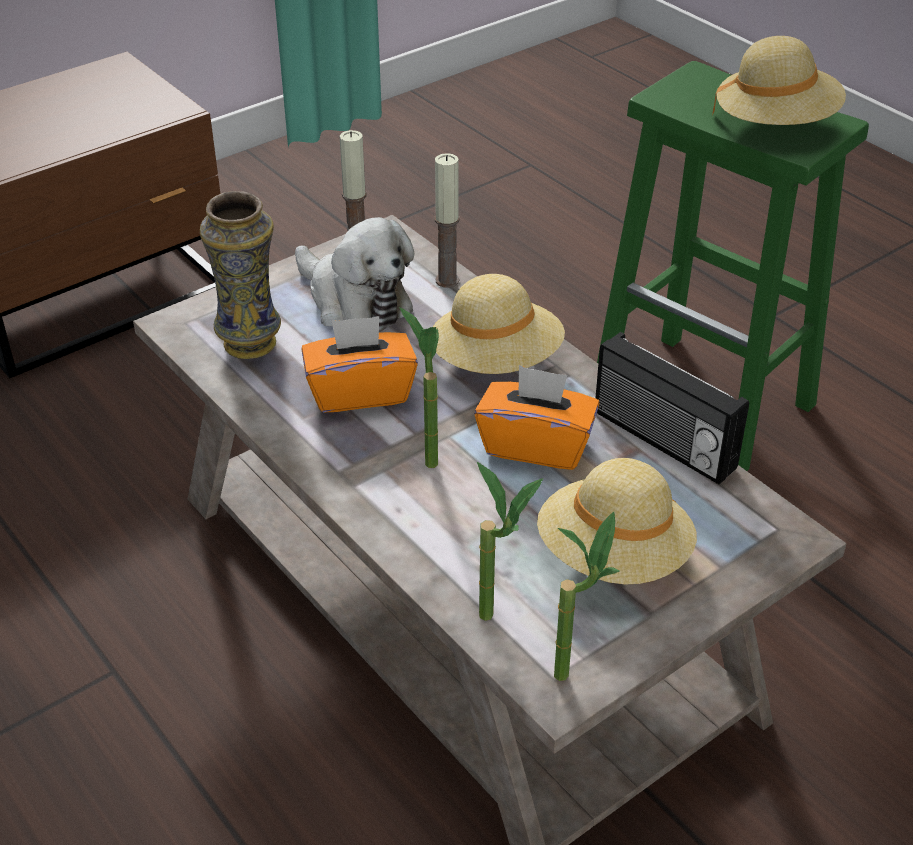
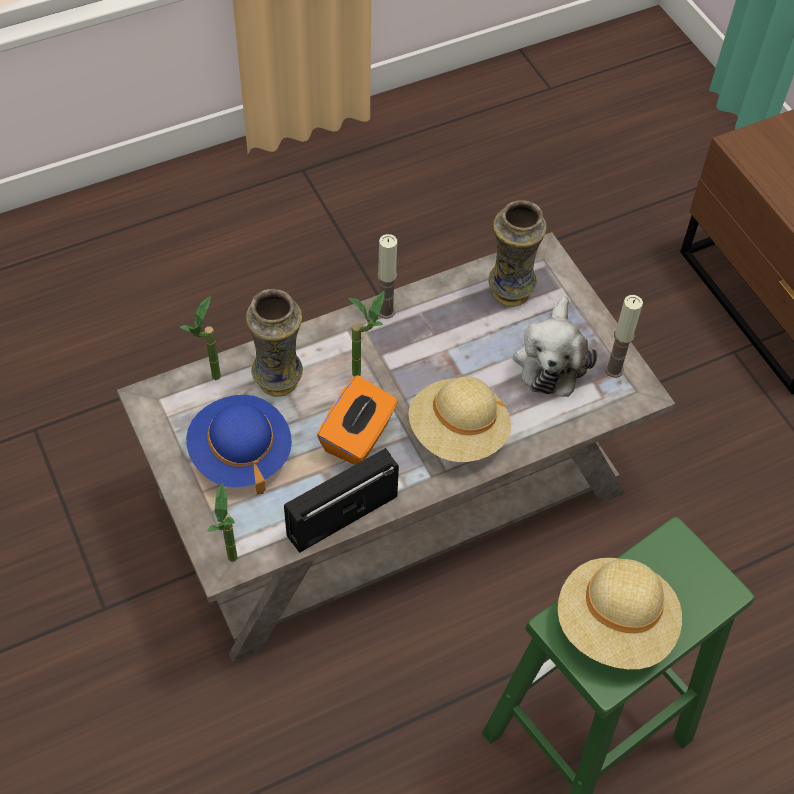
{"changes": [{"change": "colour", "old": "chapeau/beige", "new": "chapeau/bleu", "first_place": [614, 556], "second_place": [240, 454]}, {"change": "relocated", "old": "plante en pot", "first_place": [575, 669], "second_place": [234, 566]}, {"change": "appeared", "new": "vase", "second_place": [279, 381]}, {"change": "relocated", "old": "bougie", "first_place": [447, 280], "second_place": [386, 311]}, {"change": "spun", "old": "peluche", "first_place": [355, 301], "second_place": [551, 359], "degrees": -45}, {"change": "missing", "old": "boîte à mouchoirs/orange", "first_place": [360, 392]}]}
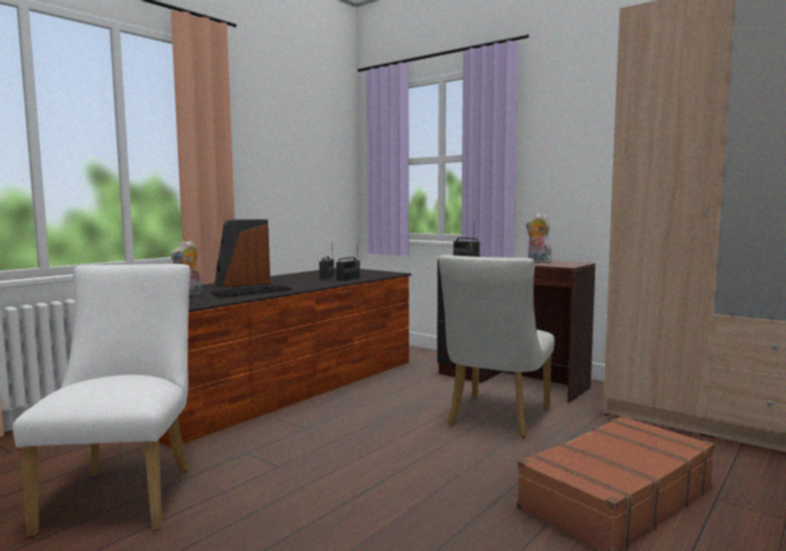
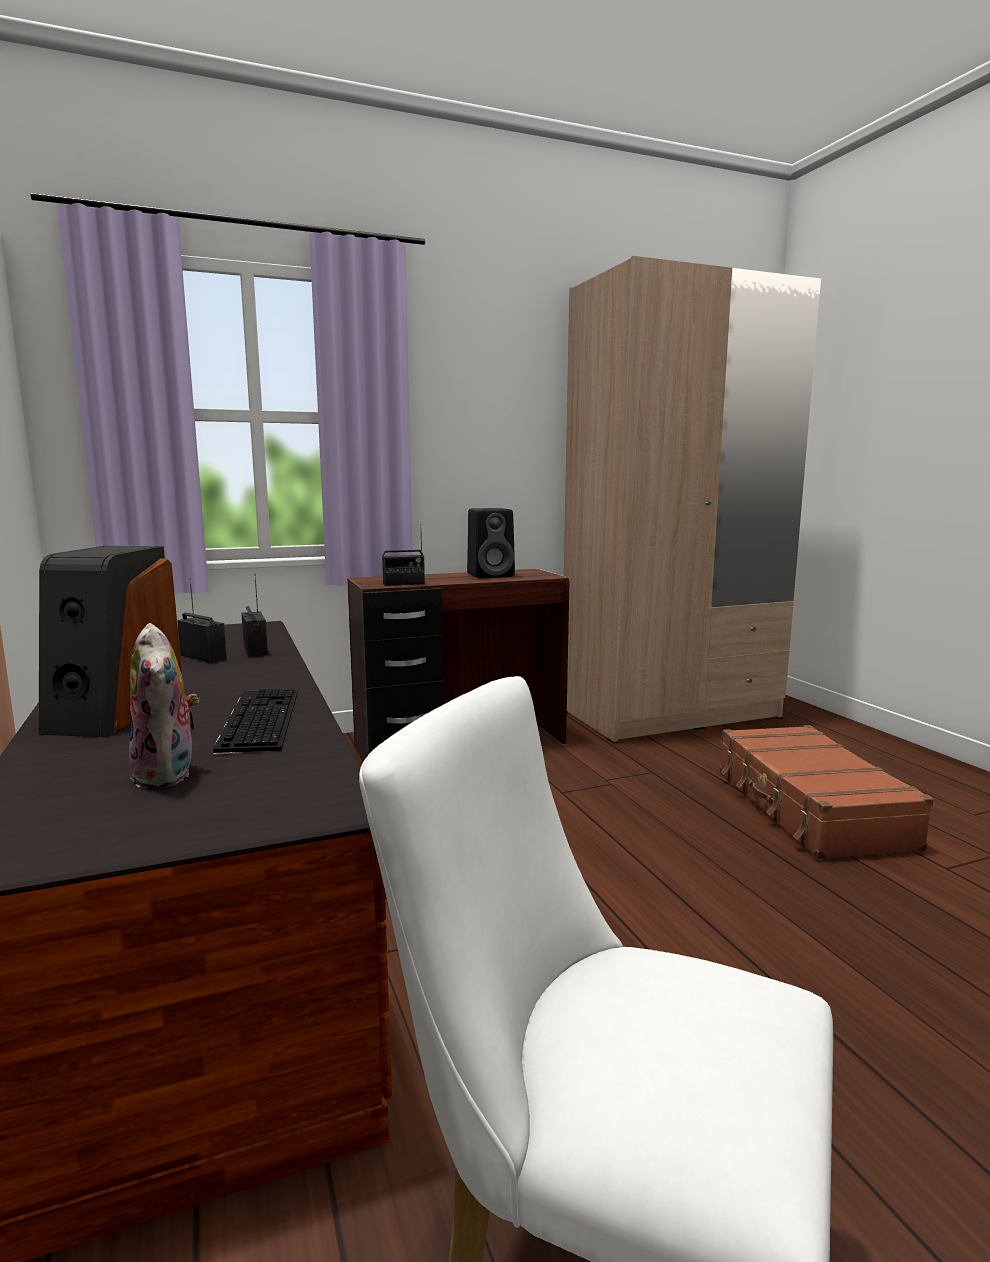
{"changes": [{"change": "exchanged", "old": "peluche", "new": "enceinte/noir", "first_place": [537, 261], "second_place": [492, 575]}, {"change": "missing", "old": "chaise/blanc", "first_place": [496, 419]}]}
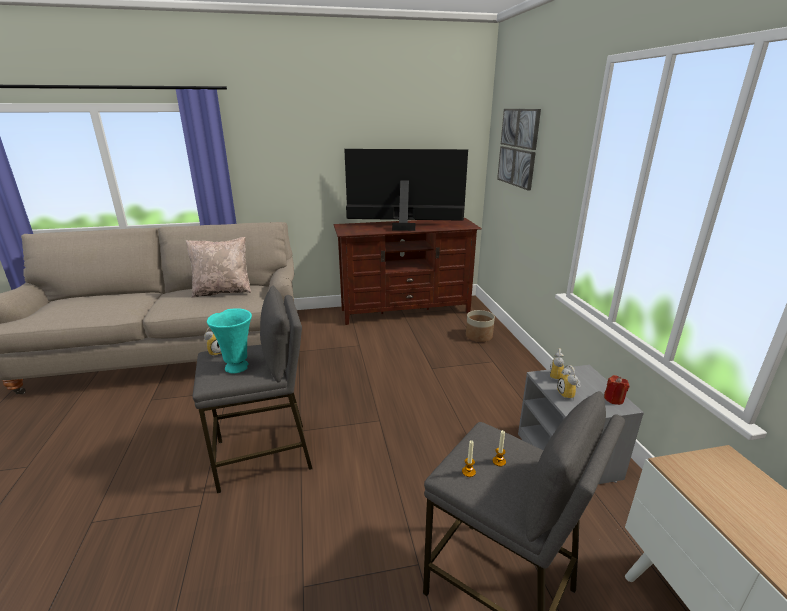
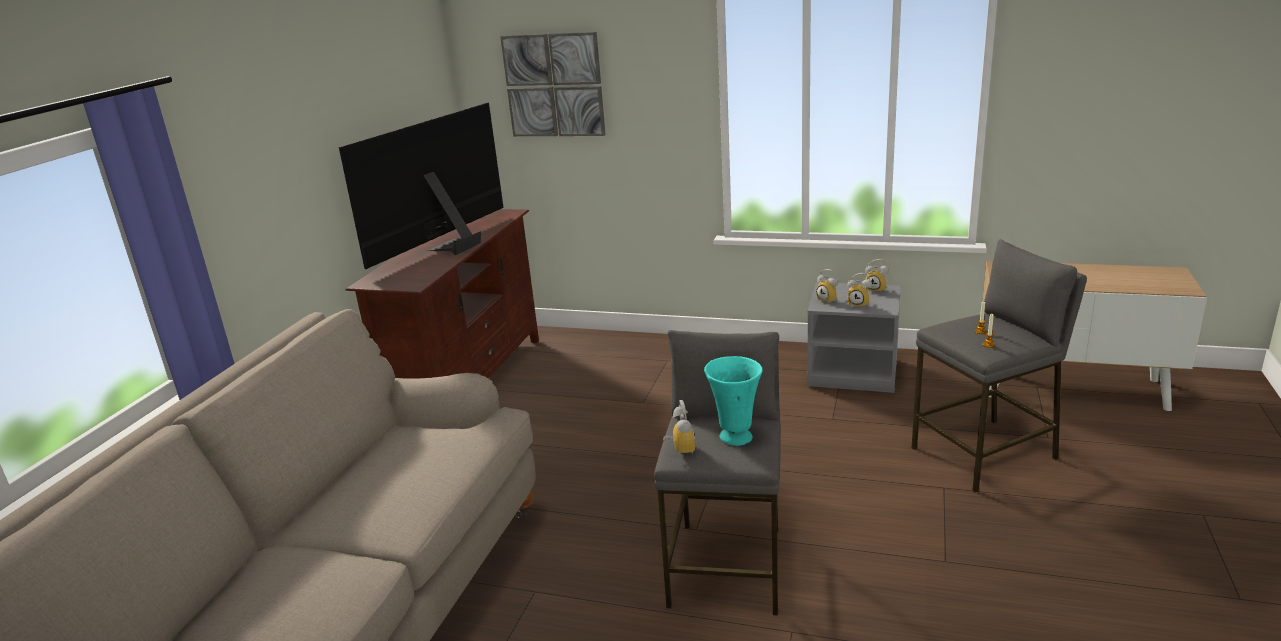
{"changes": [{"change": "exchanged", "old": "bougie/rouge", "new": "réveil", "first_place": [614, 399], "second_place": [876, 289]}, {"change": "missing", "old": "coussin/beige", "first_place": [223, 291]}, {"change": "missing", "old": "cache-pot", "first_place": [479, 336]}]}
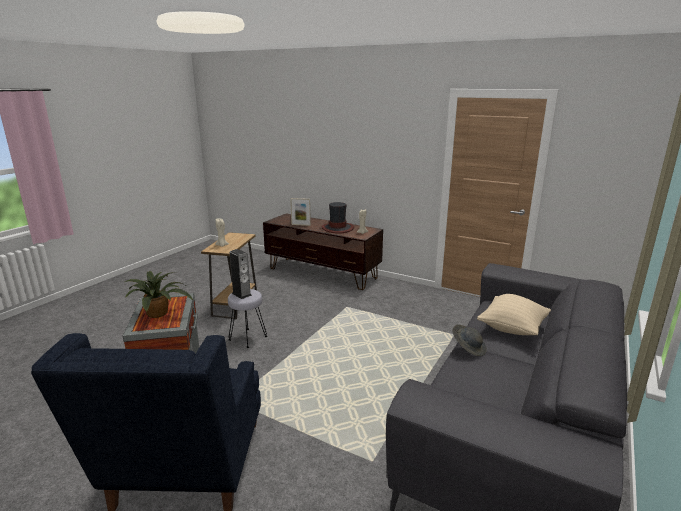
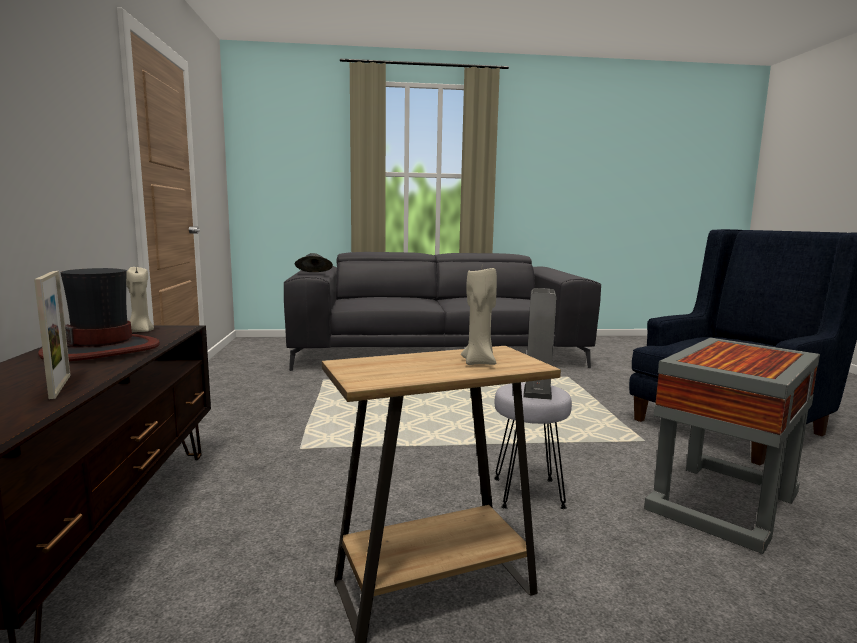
{"changes": [{"change": "relocated", "old": "chapeau/gris", "first_place": [468, 348], "second_place": [313, 273]}, {"change": "missing", "old": "plante en pot", "first_place": [159, 313]}, {"change": "missing", "old": "coussin/beige", "first_place": [512, 328]}]}
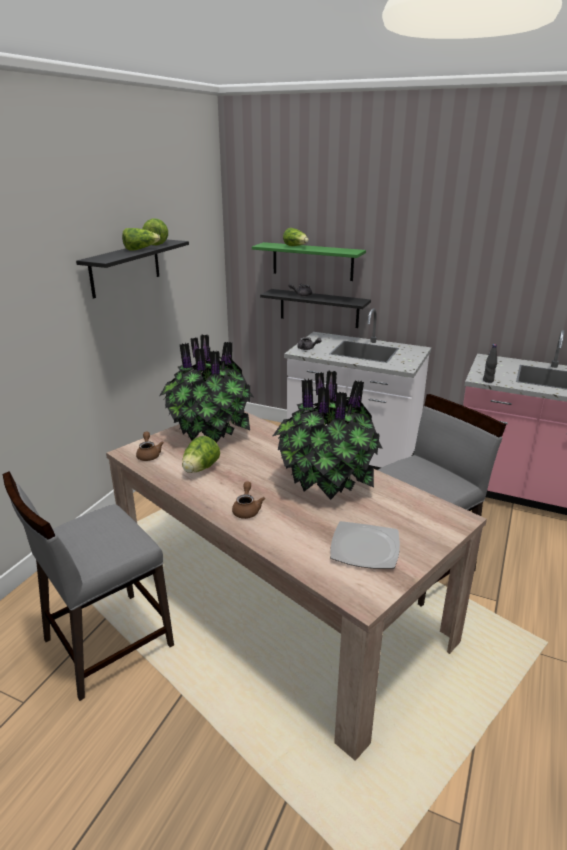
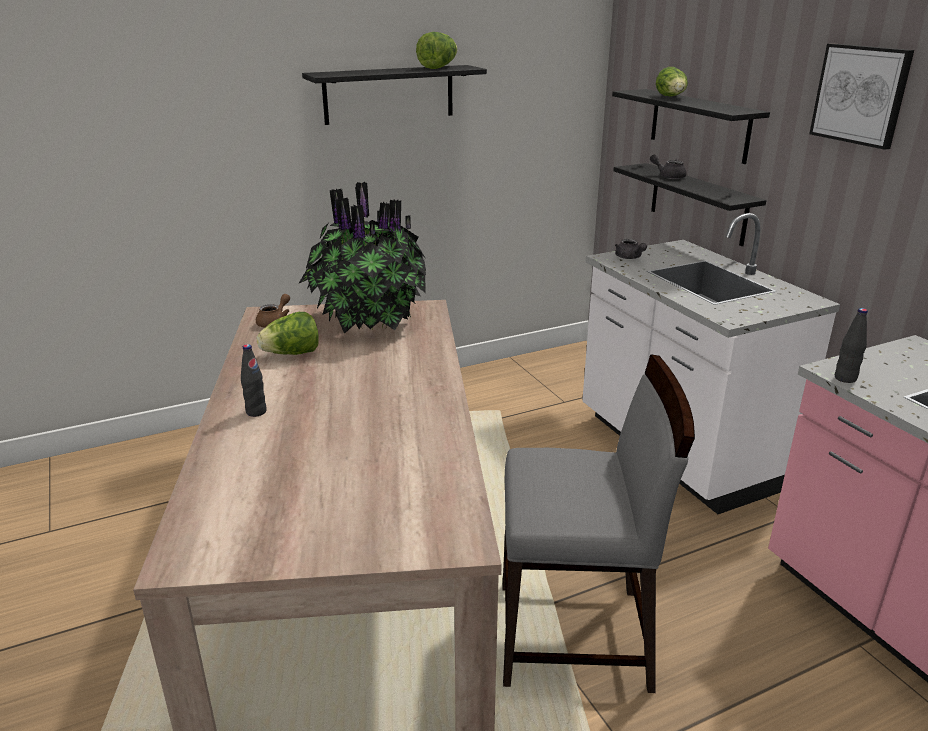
{"changes": [{"change": "exchanged", "old": "théière/marron", "new": "bouteille/noir", "first_place": [247, 509], "second_place": [256, 412]}, {"change": "colour", "old": "étagère/vert", "new": "étagère/noir", "first_place": [312, 261], "second_place": [699, 125]}, {"change": "appeared", "new": "tableau", "second_place": [860, 95]}, {"change": "missing", "old": "chaise/gris", "first_place": [106, 643]}, {"change": "missing", "old": "laitue", "first_place": [140, 249]}, {"change": "missing", "old": "plante en pot", "first_place": [325, 482]}, {"change": "missing", "old": "assiette", "first_place": [365, 547]}]}
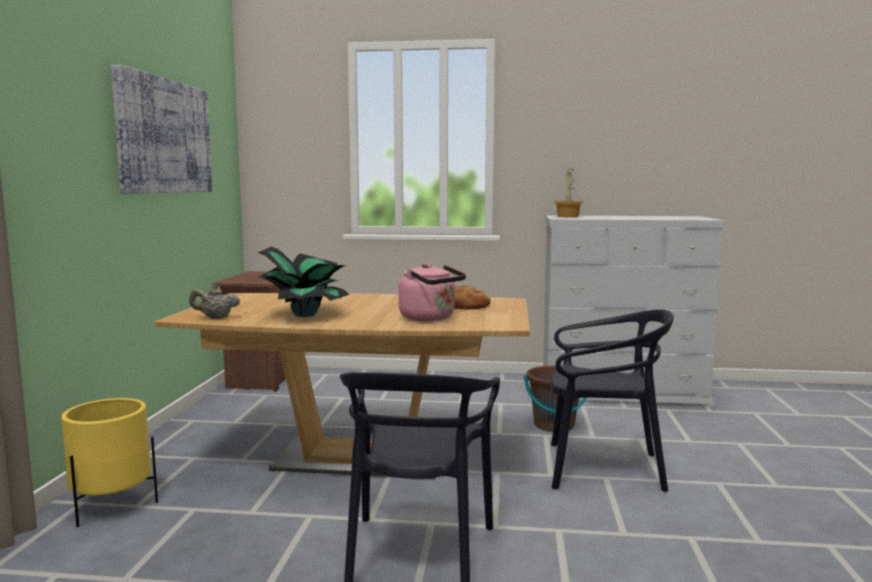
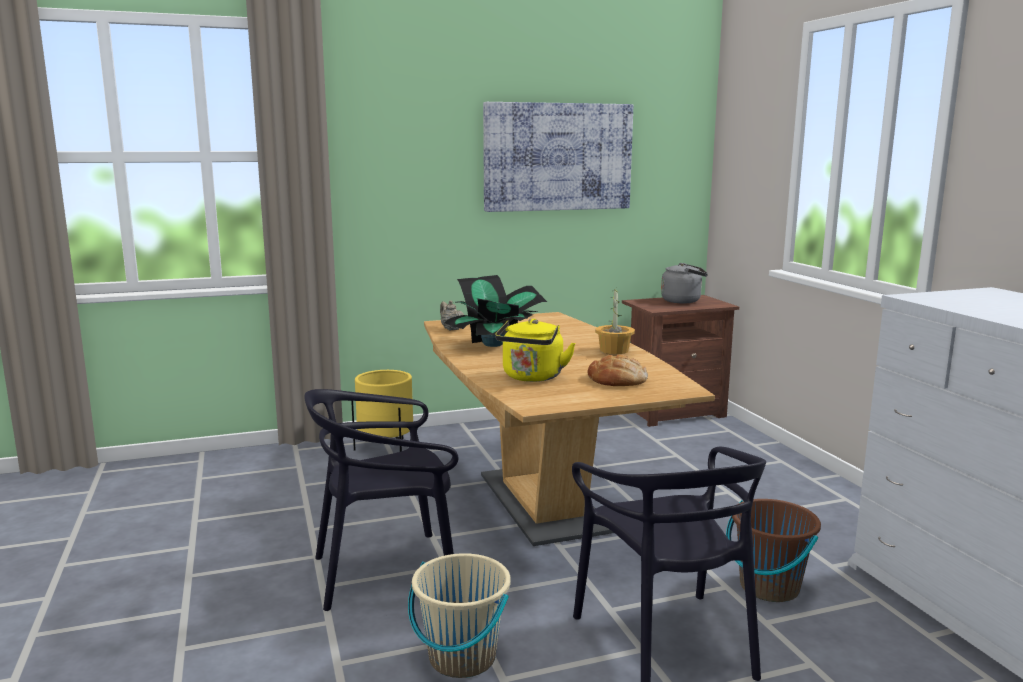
{"changes": [{"change": "appeared", "new": "seau/beige", "second_place": [461, 658]}, {"change": "colour", "old": "bouilloire/rose", "new": "bouilloire/jaune", "first_place": [430, 318], "second_place": [532, 377]}, {"change": "relocated", "old": "plante en pot", "first_place": [568, 216], "second_place": [614, 350]}, {"change": "appeared", "new": "bouilloire/gris", "second_place": [683, 301]}]}
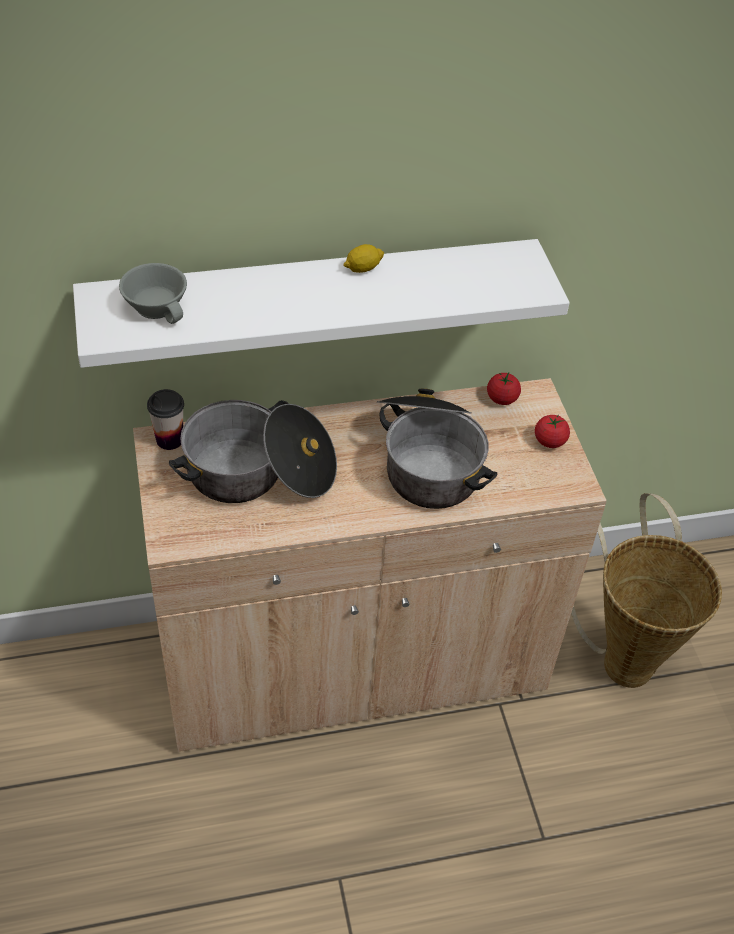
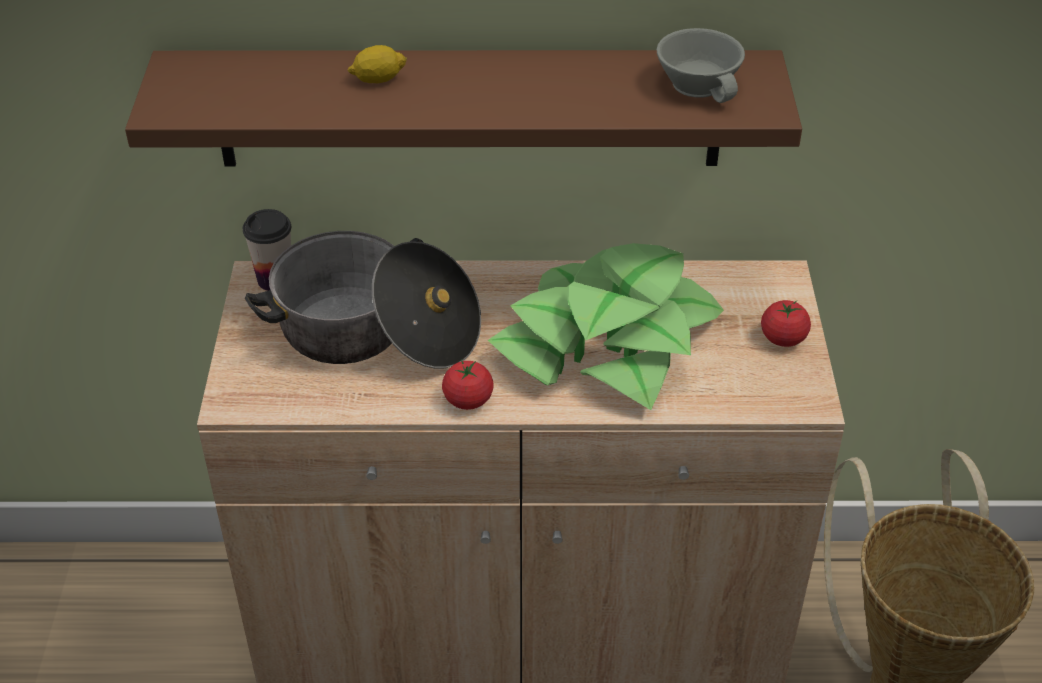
{"changes": [{"change": "colour", "old": "étagère/blanc", "new": "étagère/marron", "first_place": [313, 300], "second_place": [469, 108]}, {"change": "relocated", "old": "citron", "first_place": [363, 268], "second_place": [378, 79]}, {"change": "relocated", "old": "tomate", "first_place": [502, 398], "second_place": [468, 400]}, {"change": "exchanged", "old": "marmite", "new": "plante en pot", "first_place": [428, 461], "second_place": [606, 343]}, {"change": "relocated", "old": "tasse/gris", "first_place": [159, 306], "second_place": [702, 84]}]}
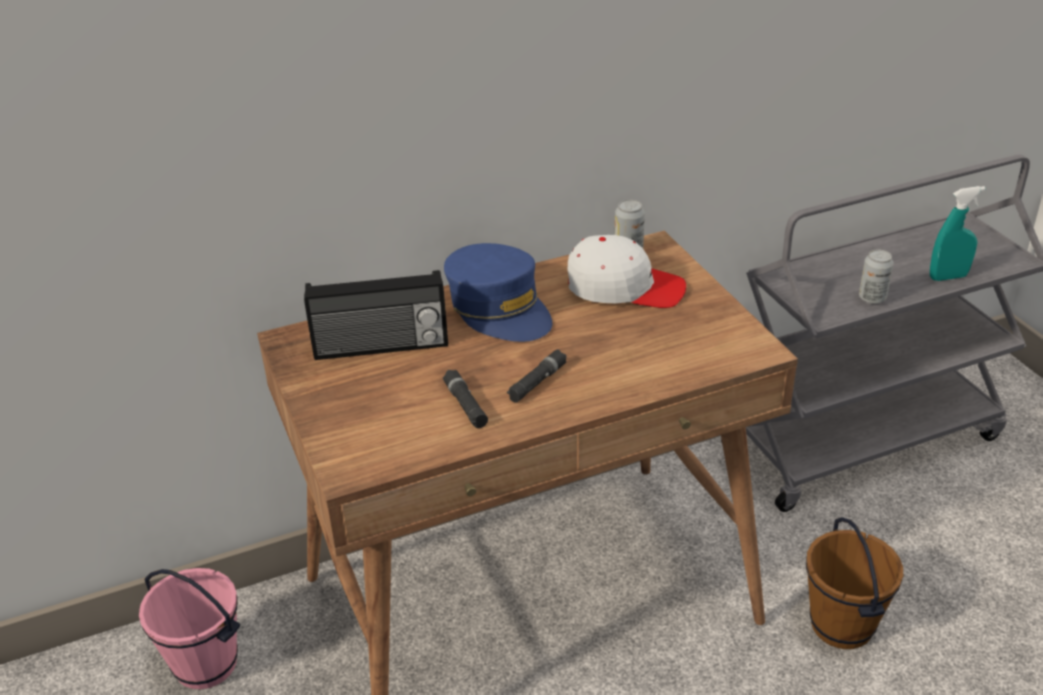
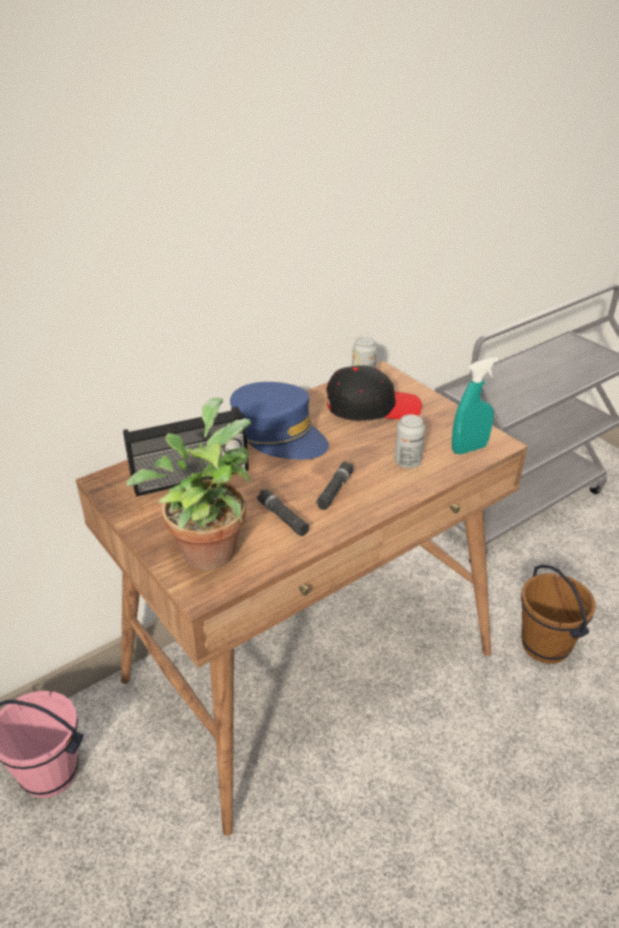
{"changes": [{"change": "appeared", "new": "plante en pot", "second_place": [207, 547]}, {"change": "colour", "old": "casquette/blanc", "new": "casquette/noir", "first_place": [624, 287], "second_place": [372, 407]}, {"change": "relocated", "old": "boîte métallique", "first_place": [872, 298], "second_place": [407, 462]}, {"change": "relocated", "old": "vaporisateur/turquoise", "first_place": [948, 277], "second_place": [469, 449]}]}
